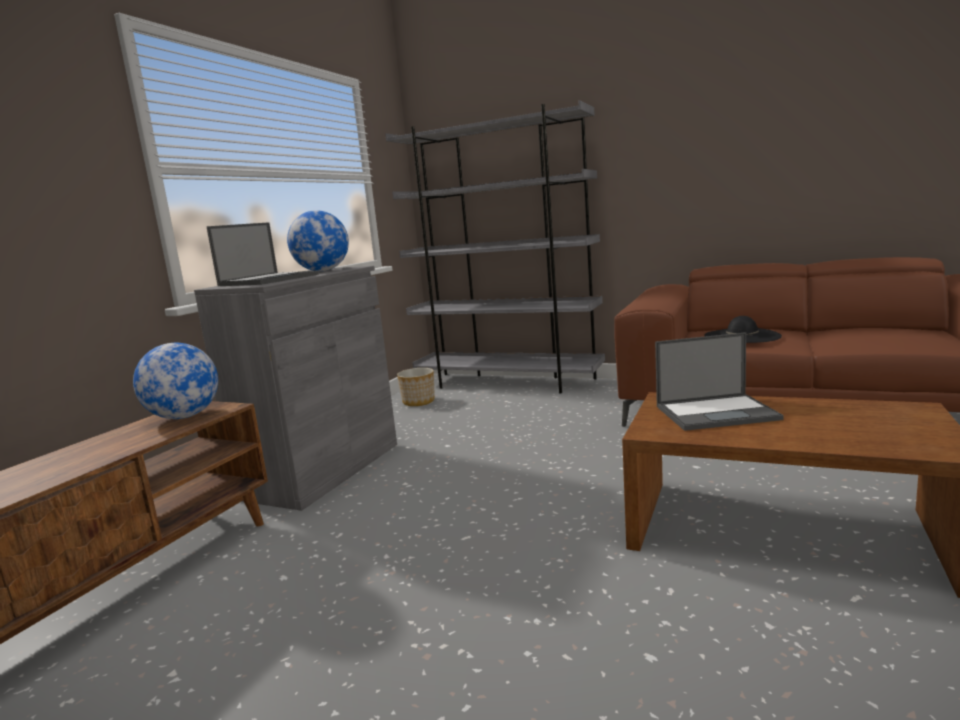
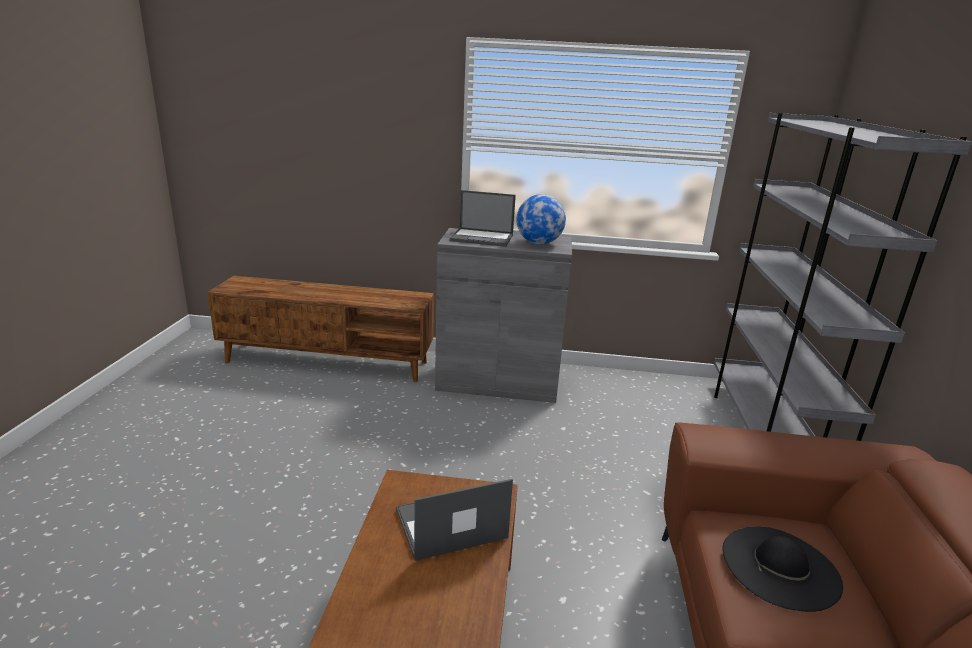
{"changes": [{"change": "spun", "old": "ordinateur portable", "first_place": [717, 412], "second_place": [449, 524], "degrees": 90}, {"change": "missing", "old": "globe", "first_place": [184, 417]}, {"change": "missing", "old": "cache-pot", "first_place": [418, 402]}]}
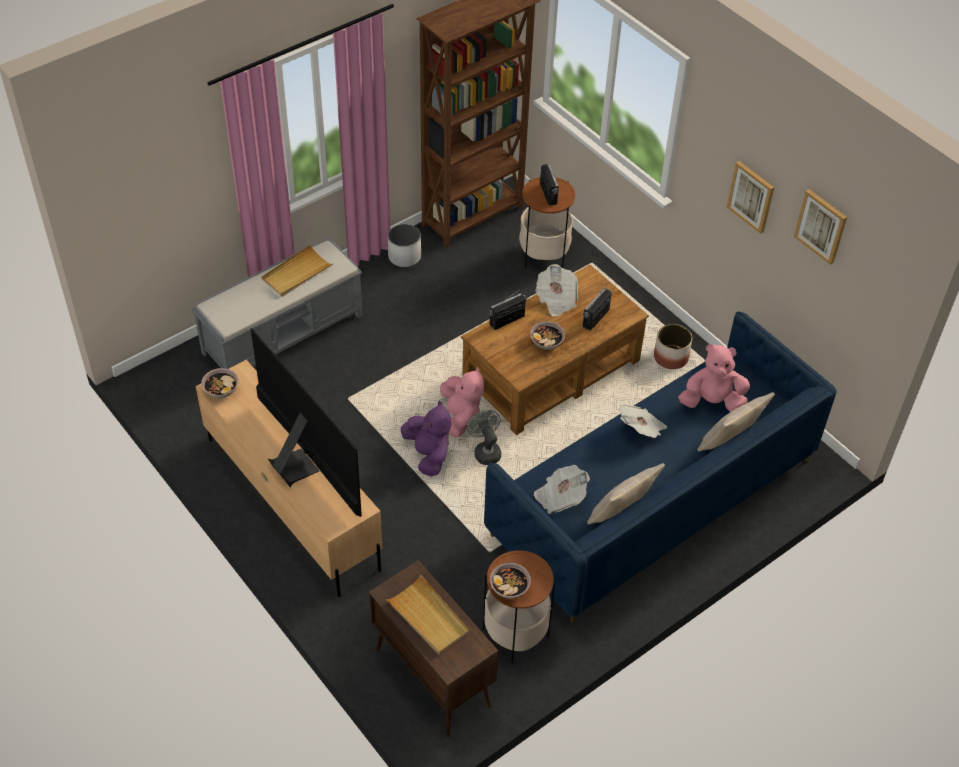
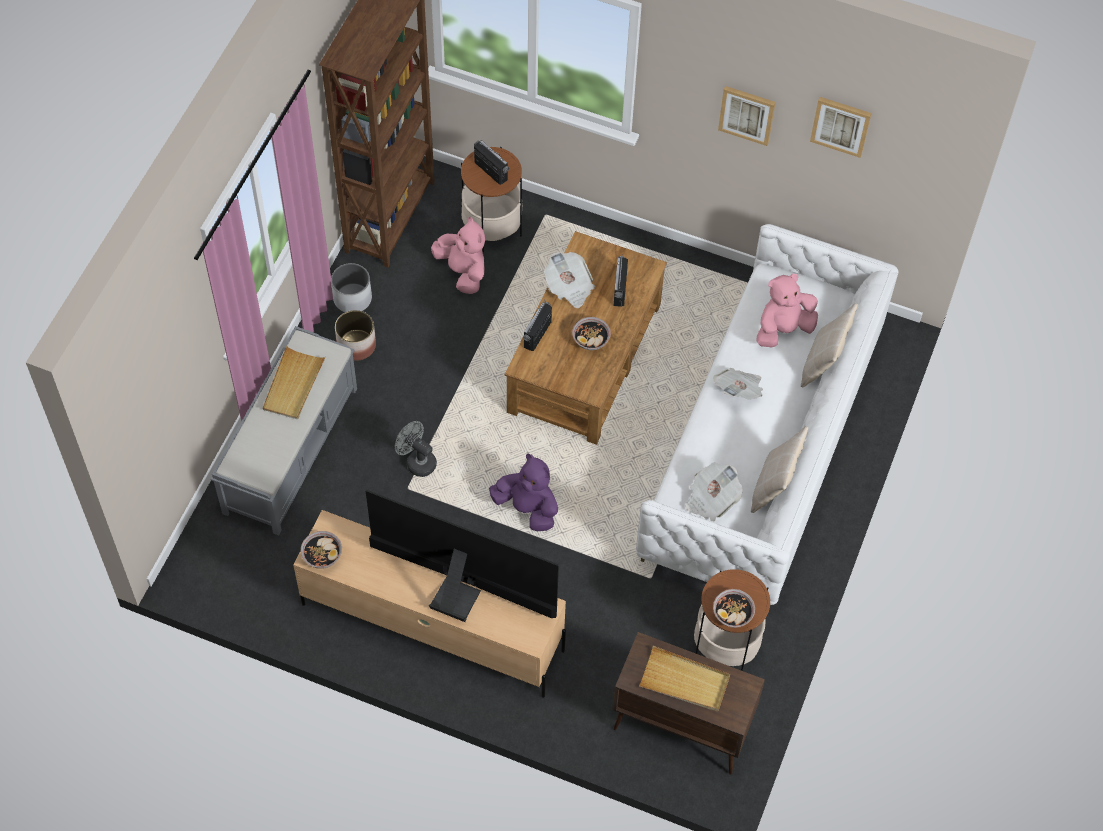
{"changes": [{"change": "relocated", "old": "cache-pot", "first_place": [671, 357], "second_place": [357, 345]}, {"change": "relocated", "old": "ventilateur/gris", "first_place": [485, 451], "second_place": [417, 461]}, {"change": "relocated", "old": "peluche/rose", "first_place": [460, 417], "second_place": [463, 271]}, {"change": "colour", "old": "canapé/bleu", "new": "canapé/blanc", "first_place": [652, 498], "second_place": [761, 446]}]}
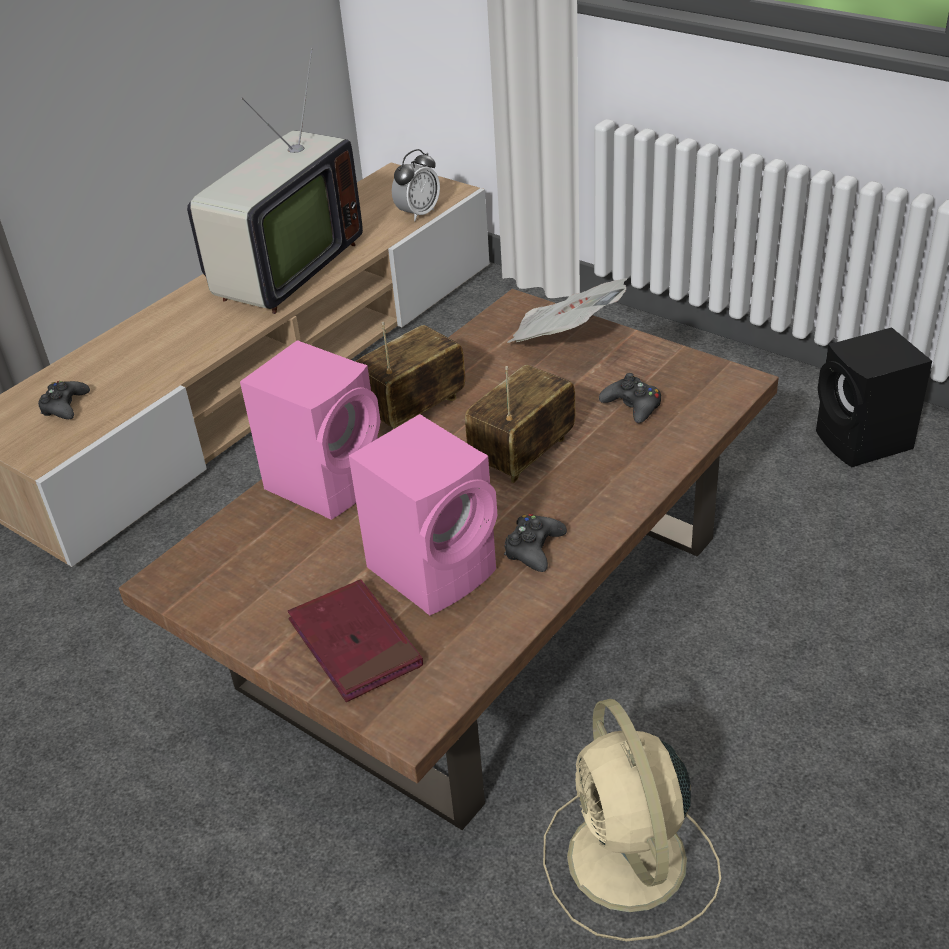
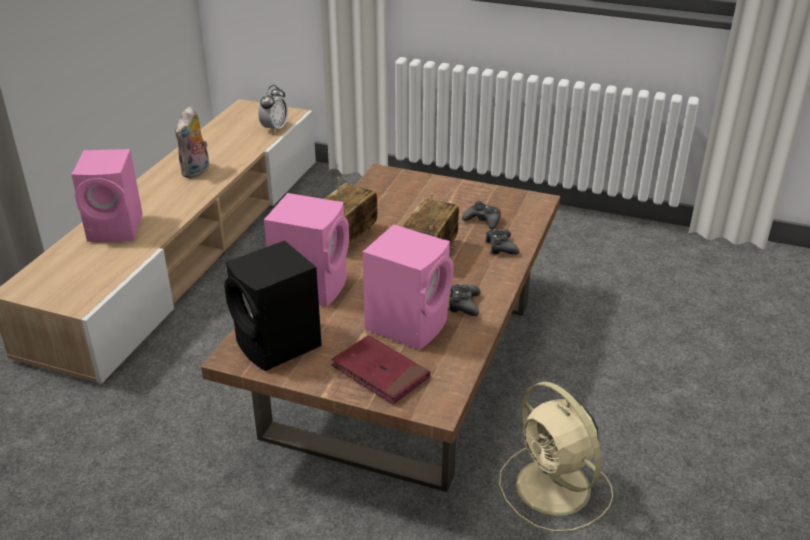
{"changes": [{"change": "appeared", "new": "enceinte/rose", "second_place": [117, 228]}, {"change": "exchanged", "old": "téléviseur", "new": "peluche", "first_place": [282, 271], "second_place": [196, 171]}, {"change": "relocated", "old": "enceinte/noir", "first_place": [864, 442], "second_place": [279, 346]}, {"change": "relocated", "old": "manette/noir", "first_place": [65, 406], "second_place": [500, 247]}, {"change": "missing", "old": "journal", "first_place": [566, 339]}]}
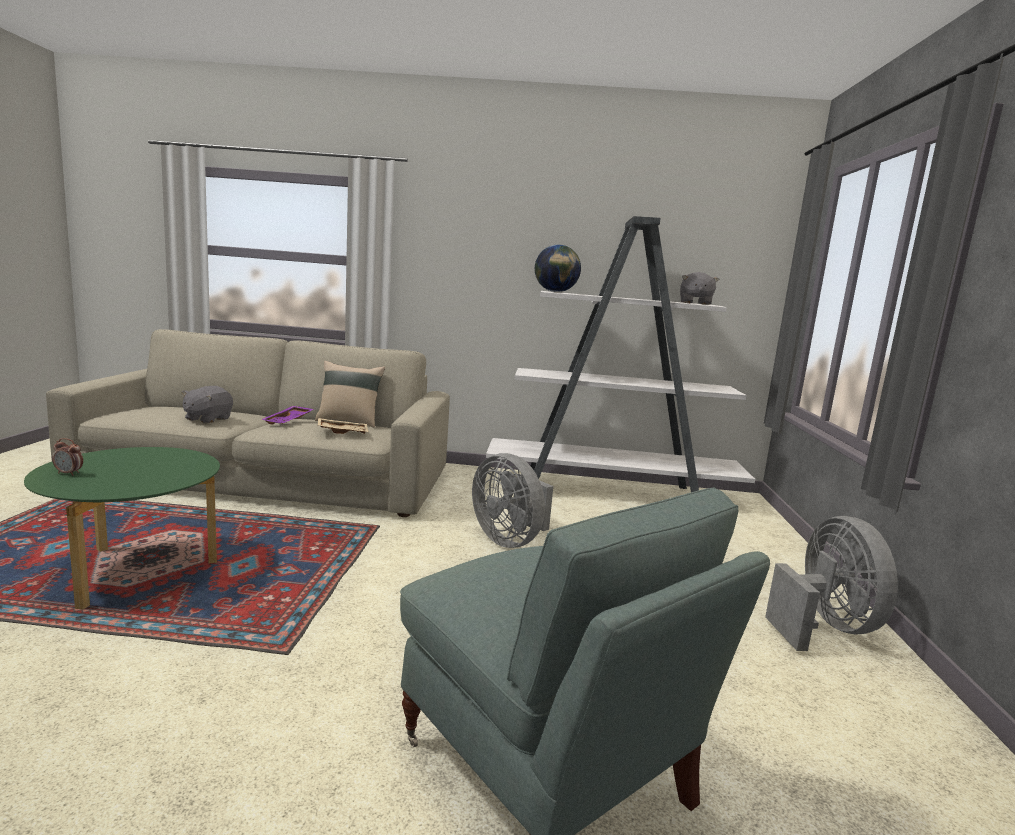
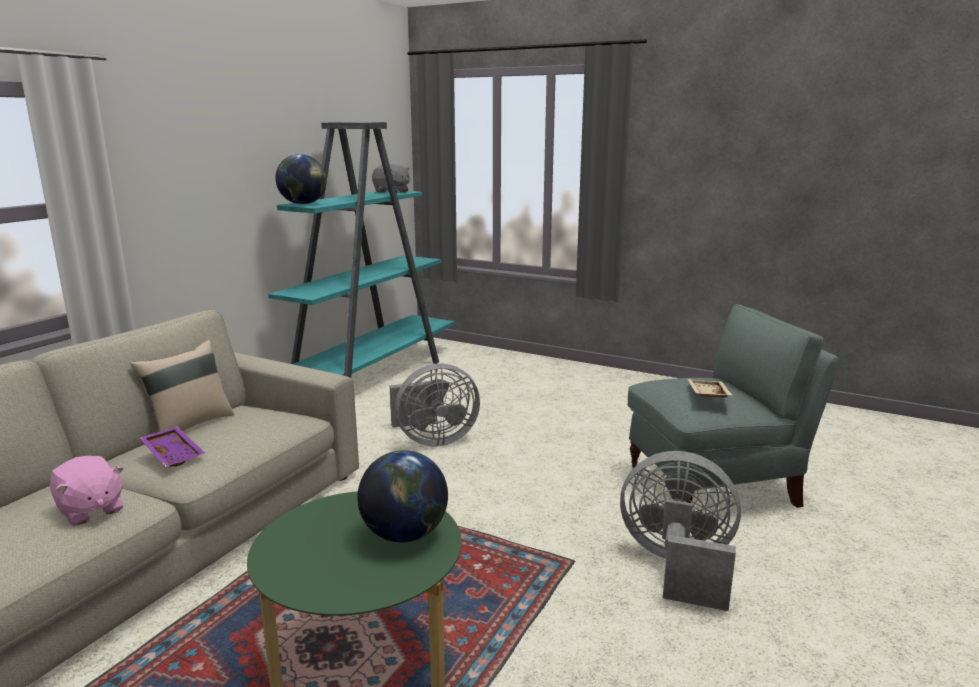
{"changes": [{"change": "colour", "old": "peluche/gris", "new": "peluche/rose", "first_place": [207, 419], "second_place": [90, 510]}, {"change": "colour", "old": "bibliothèque/blanc", "new": "bibliothèque/turquoise", "first_place": [612, 492], "second_place": [369, 379]}, {"change": "appeared", "new": "globe", "second_place": [405, 534]}, {"change": "relocated", "old": "ventilateur/gris", "first_place": [824, 627], "second_place": [677, 566]}, {"change": "relocated", "old": "plateau/beige", "first_place": [342, 431], "second_place": [707, 395]}, {"change": "missing", "old": "réveil", "first_place": [69, 473]}]}
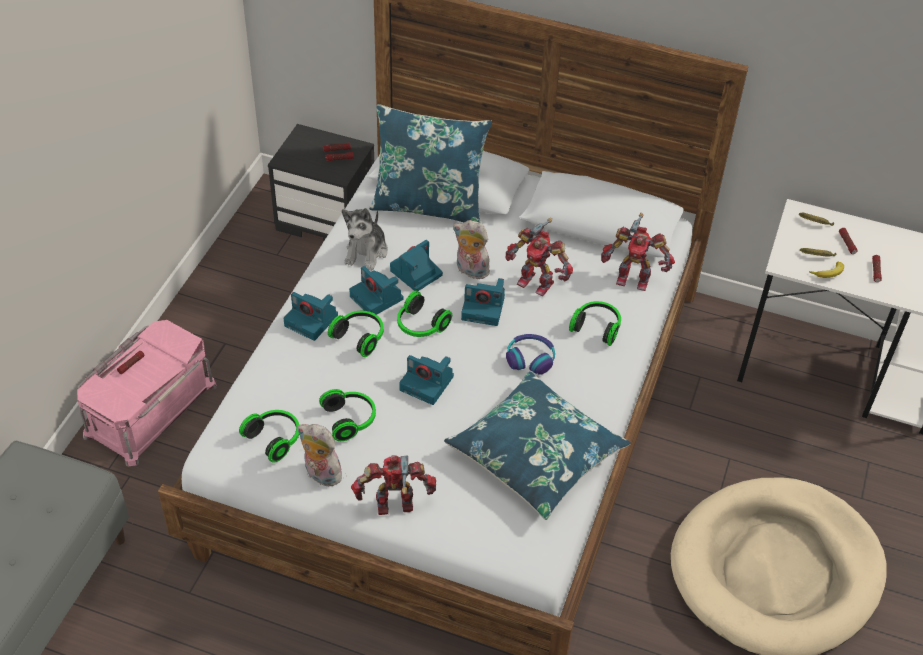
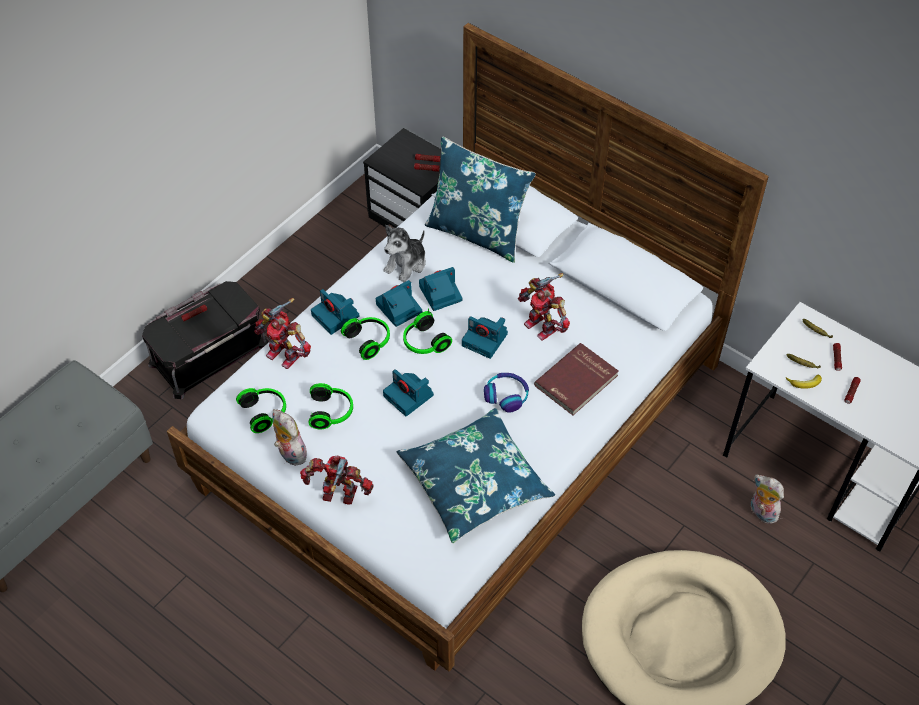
{"changes": [{"change": "colour", "old": "boîte de rangement/rose", "new": "boîte de rangement/noir", "first_place": [149, 408], "second_place": [208, 352]}, {"change": "relocated", "old": "robot jouet", "first_place": [633, 277], "second_place": [285, 354]}, {"change": "spun", "old": "appareil photo", "first_place": [377, 298], "second_place": [398, 309], "degrees": 75}, {"change": "exchanged", "old": "casque audio", "new": "livre/rouge", "first_place": [597, 327], "second_place": [577, 381]}, {"change": "relocated", "old": "peluche", "first_place": [470, 271], "second_place": [761, 513]}]}
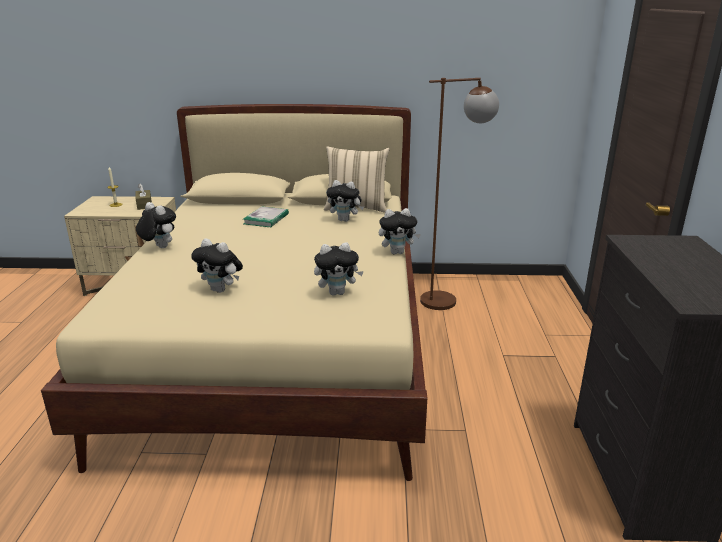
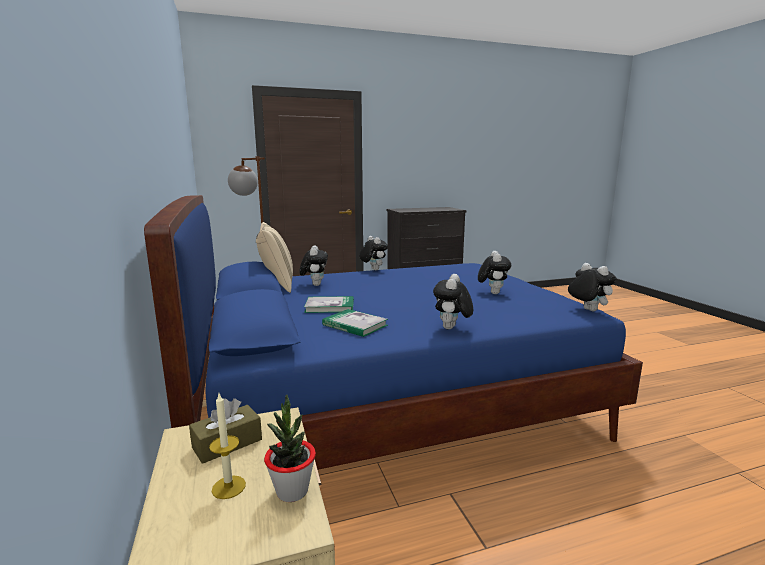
{"changes": [{"change": "colour", "old": "lit/beige", "new": "lit/bleu", "first_place": [281, 349], "second_place": [387, 403]}, {"change": "appeared", "new": "plante en pot", "second_place": [292, 491]}, {"change": "appeared", "new": "livre", "second_place": [355, 325]}, {"change": "relocated", "old": "peluche", "first_place": [337, 293], "second_place": [587, 310]}]}
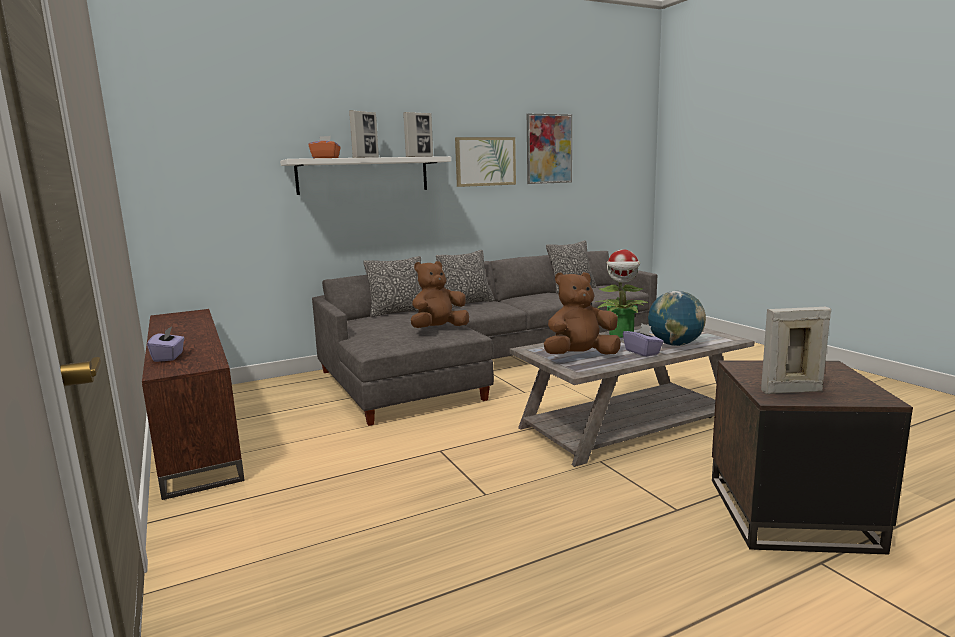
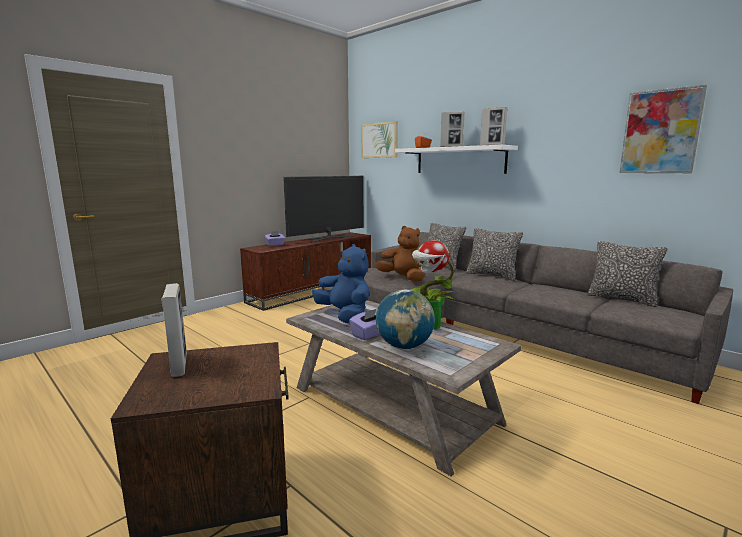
{"changes": [{"change": "appeared", "new": "téléviseur", "second_place": [328, 238]}, {"change": "colour", "old": "peluche/marron", "new": "peluche/bleu", "first_place": [580, 356], "second_place": [345, 316]}, {"change": "relocated", "old": "tableau", "first_place": [485, 161], "second_place": [379, 140]}]}
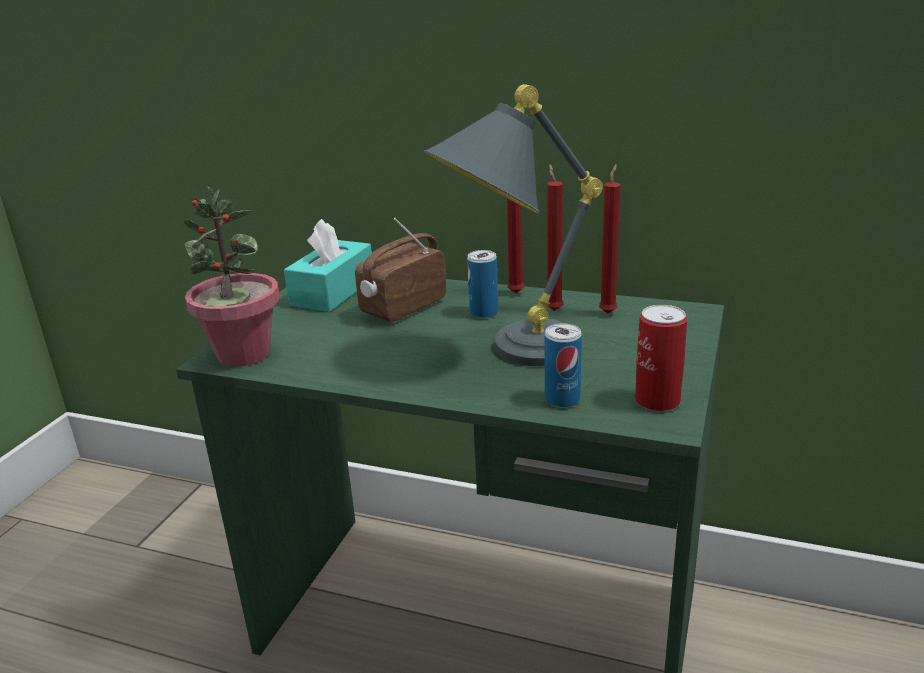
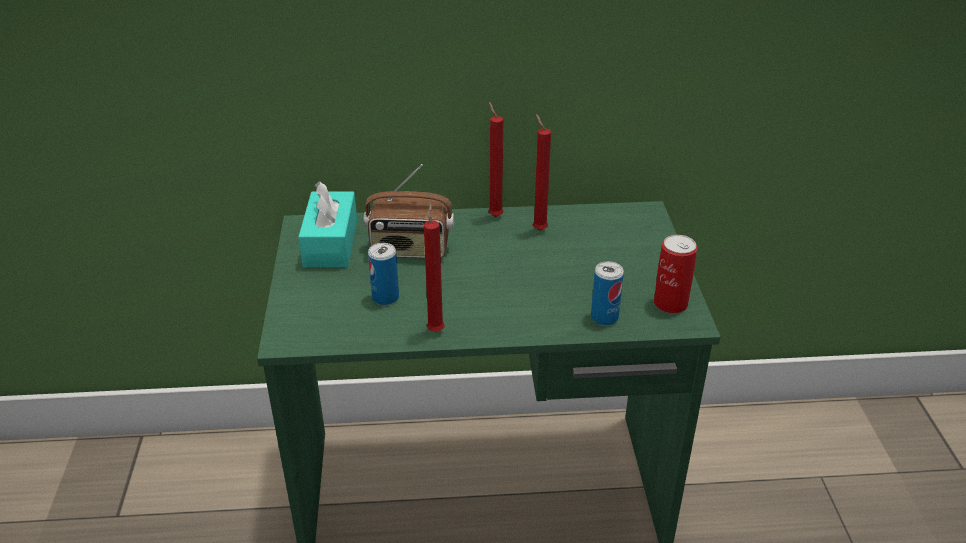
{"changes": [{"change": "spun", "old": "radio", "first_place": [403, 307], "second_place": [410, 250], "degrees": -105}, {"change": "relocated", "old": "boîte métallique", "first_place": [484, 313], "second_place": [385, 297]}, {"change": "relocated", "old": "bougie/rouge", "first_place": [608, 312], "second_place": [436, 329]}, {"change": "missing", "old": "plante en pot", "first_place": [243, 354]}, {"change": "missing", "old": "lampe de table/gris", "first_place": [508, 353]}]}
